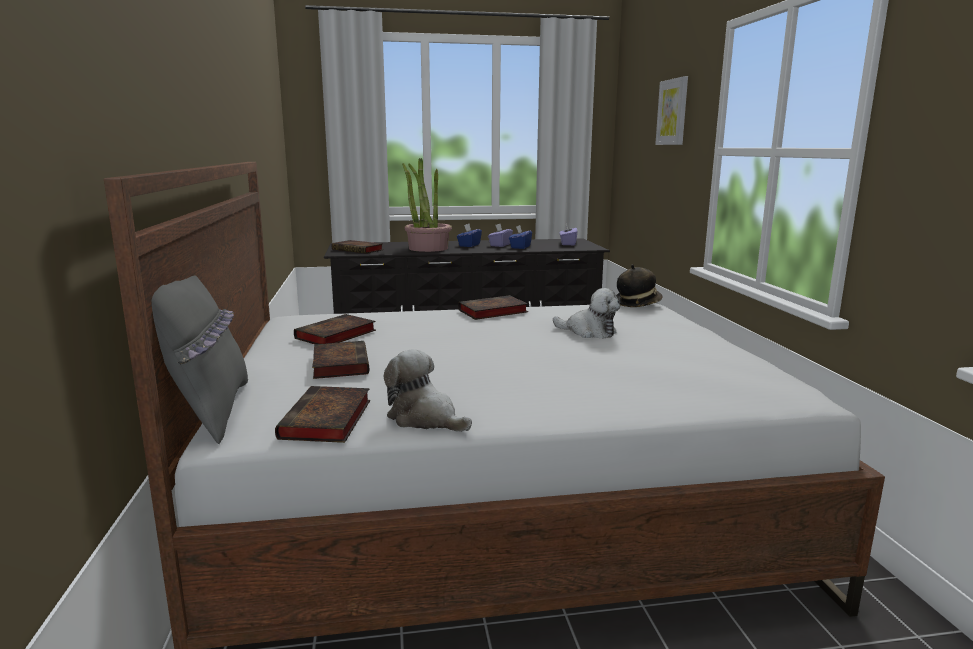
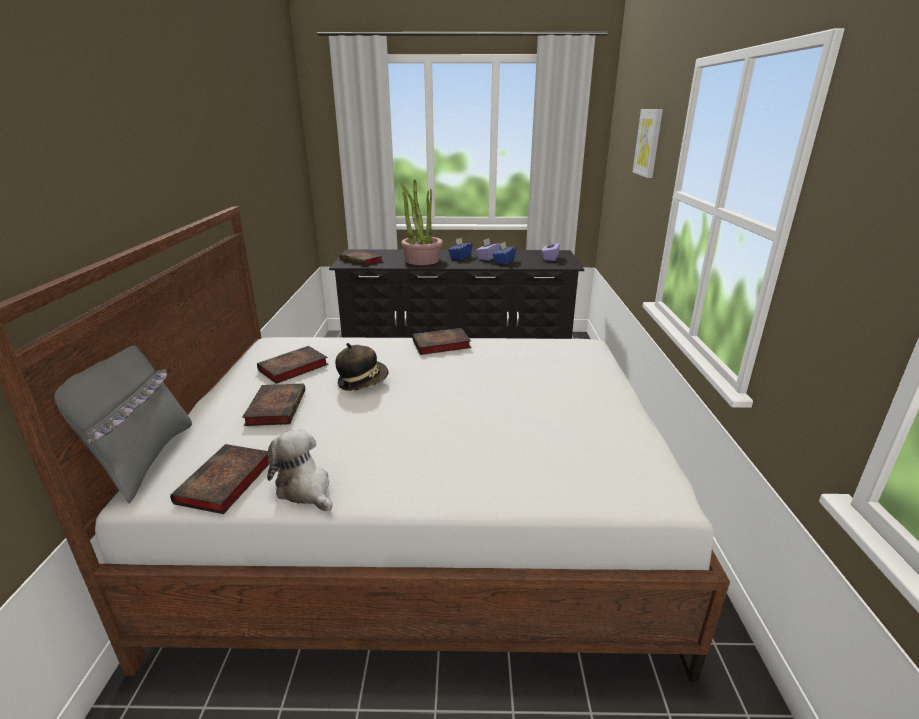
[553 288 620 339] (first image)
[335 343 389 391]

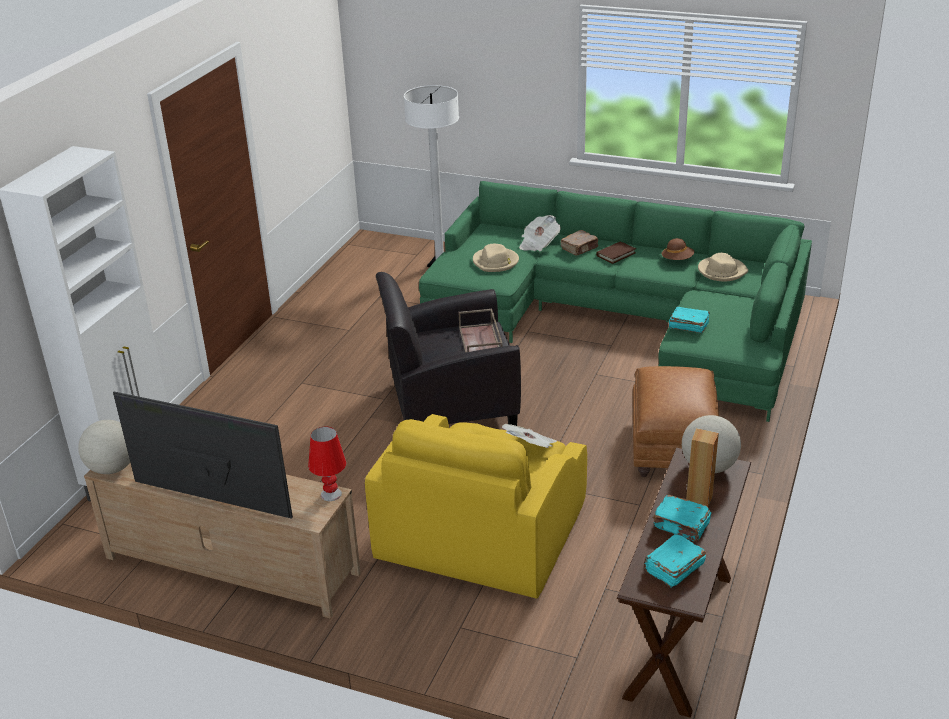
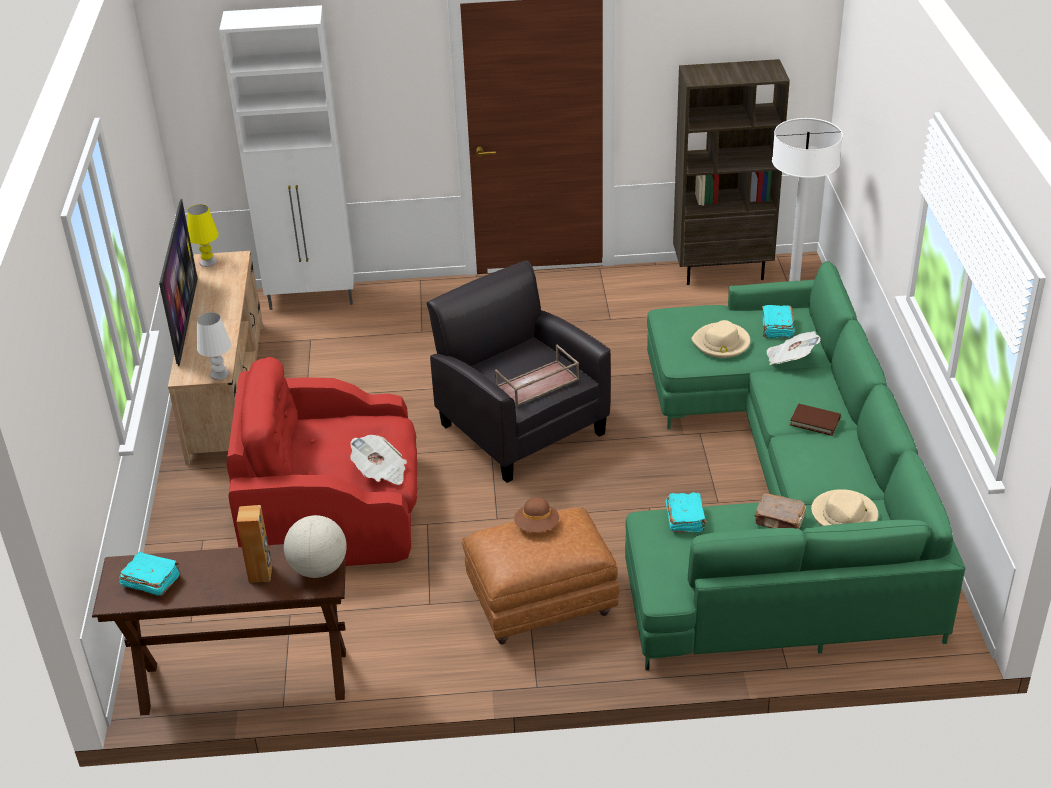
[673 59 790 285]
[755 493 806 529]
[762 305 795 338]
[514 497 559 532]
[187 204 218 267]
[197 312 231 380]
[226 357 417 566]

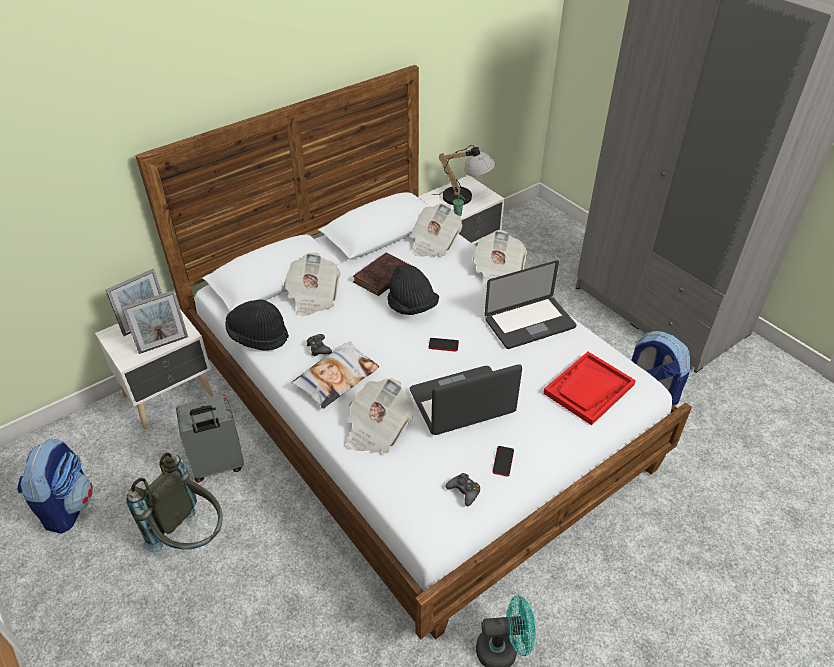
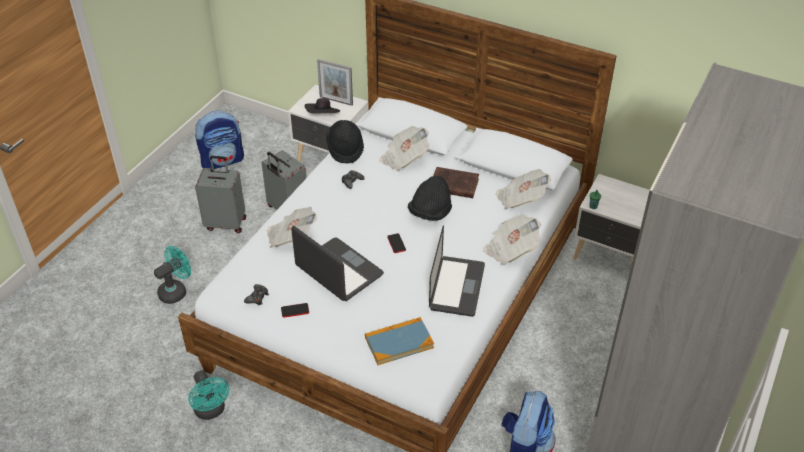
[291 341 380 409] (first image)
[432 145 495 205] (first image)
[154 246 191 304]
[305 98 340 114]
[195 156 246 233]
[365 317 434 365]
[429 225 485 317]

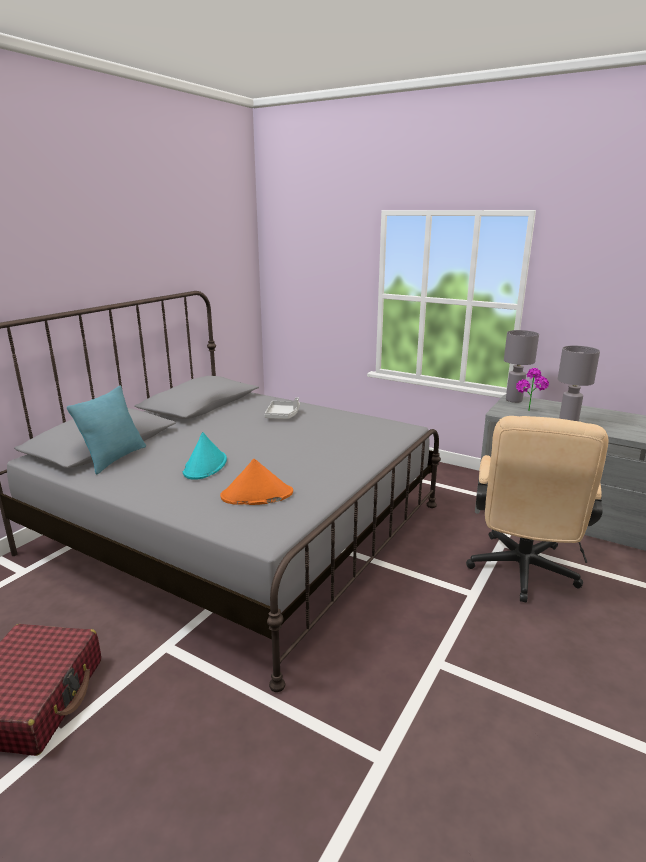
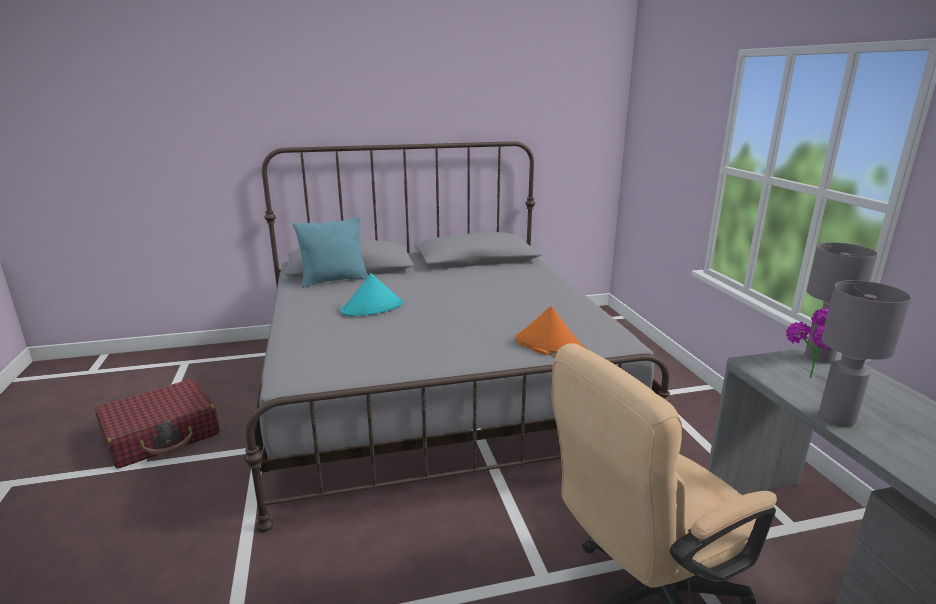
[265 397 300 419] (first image)
[516 306 586 356]

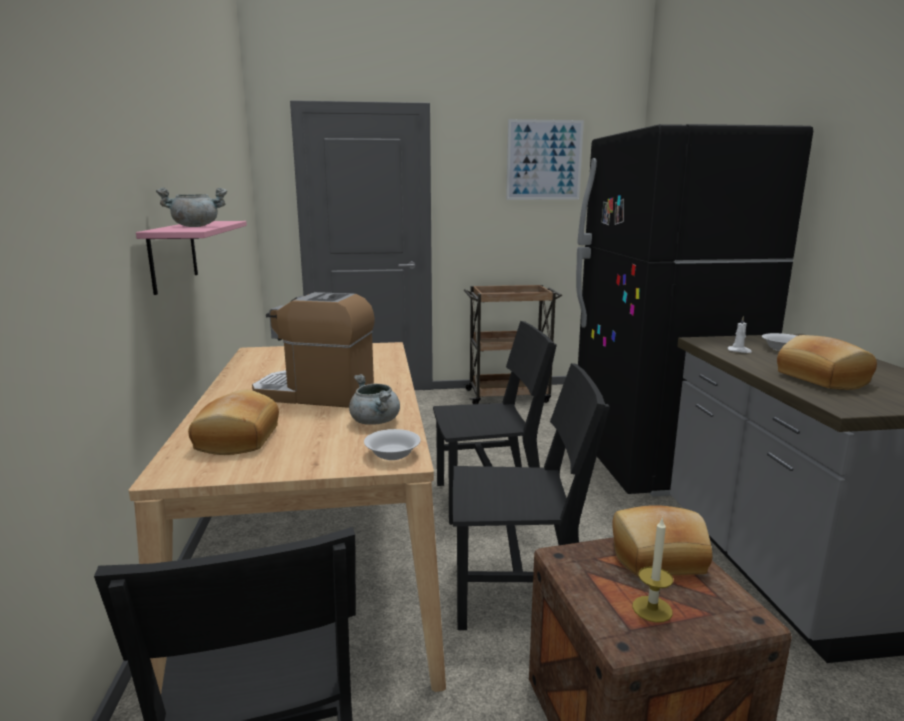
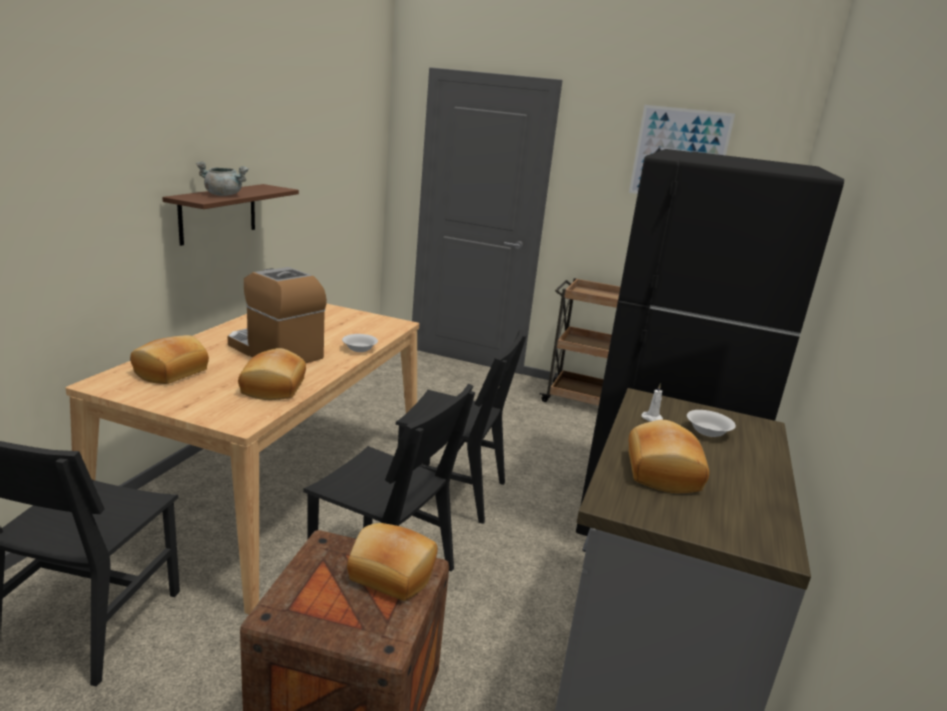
[632 517 673 623] (first image)
[342 334 378 352]
[238 348 306 400]
[162 184 299 246]

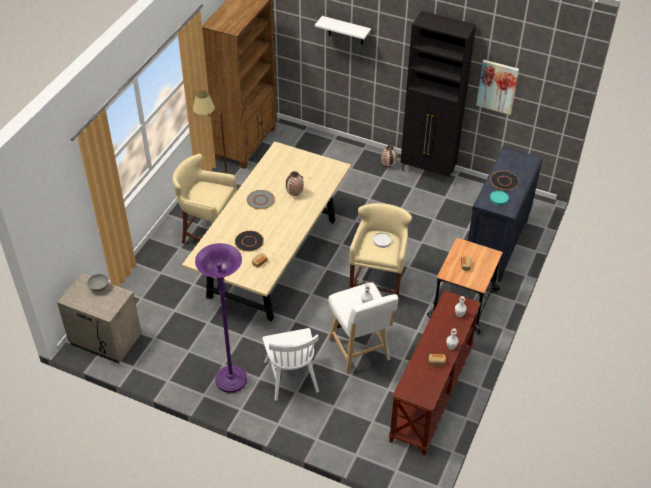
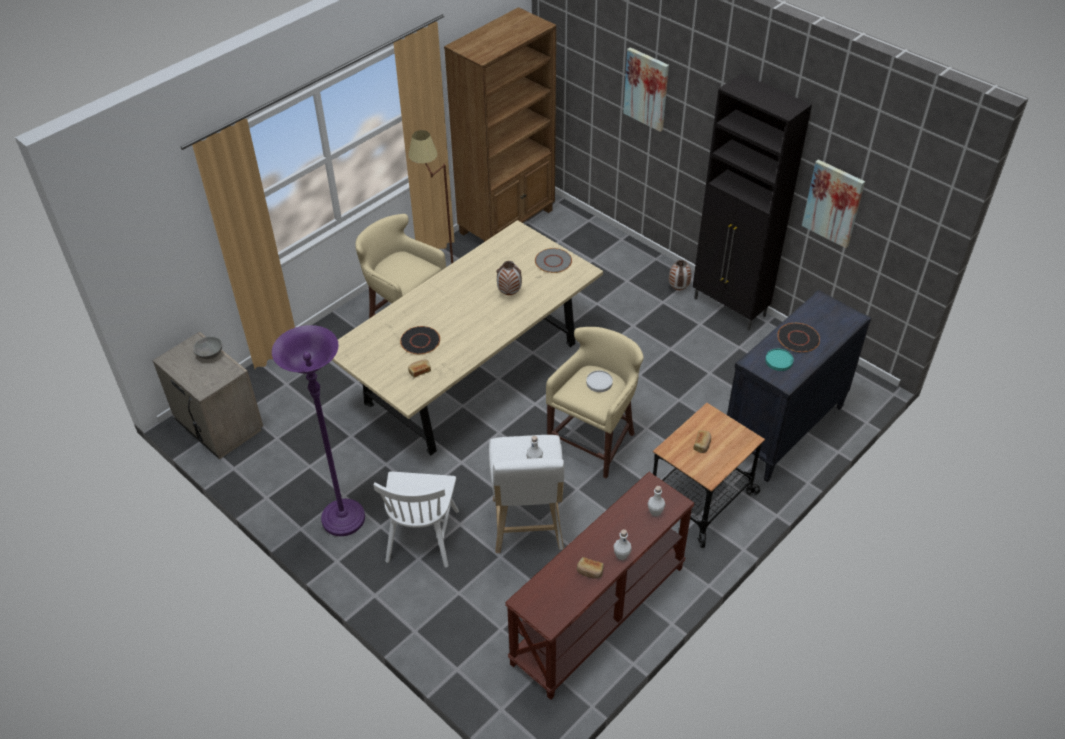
[535 248 572 273]
[623 47 669 132]

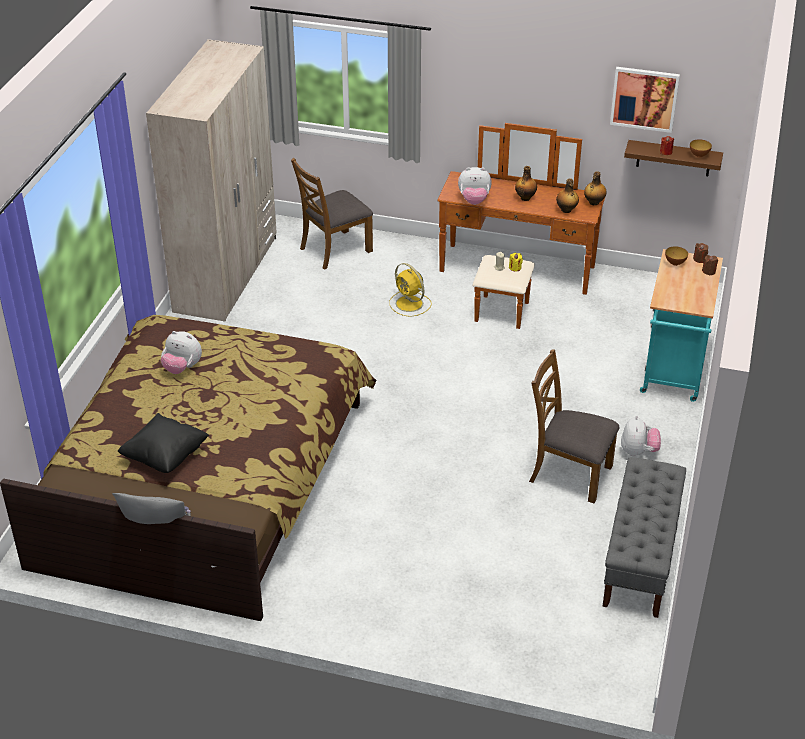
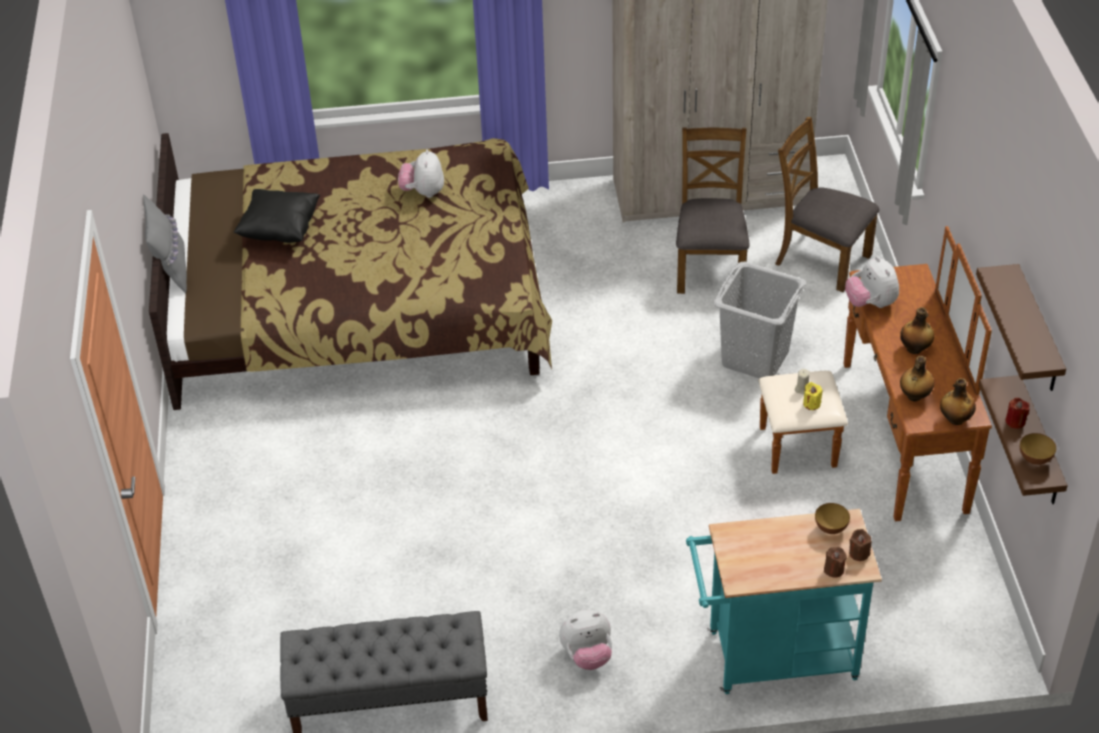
[676 127 750 294]
[713 262 807 378]
[976 264 1066 391]

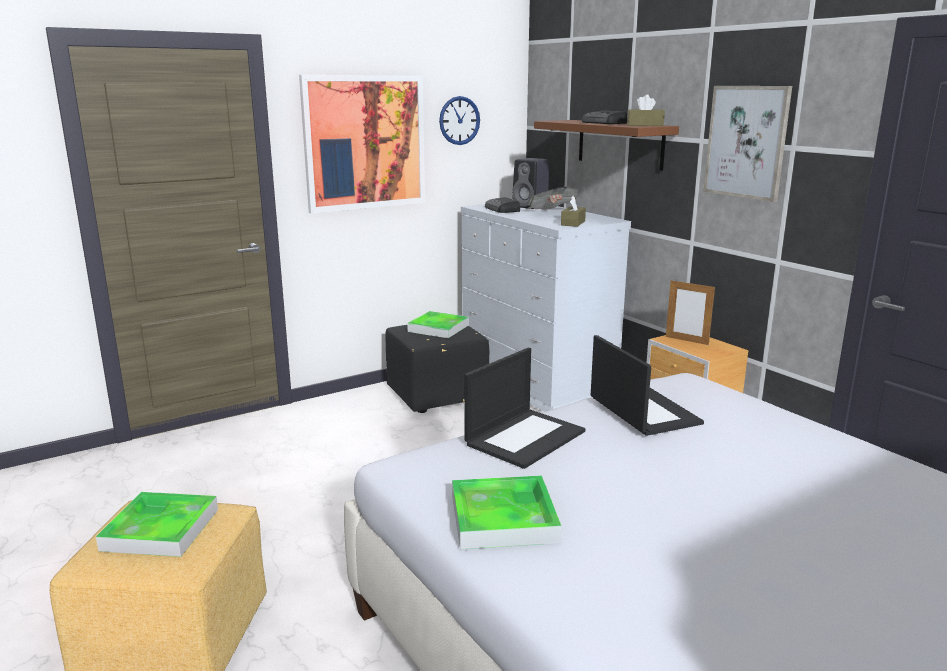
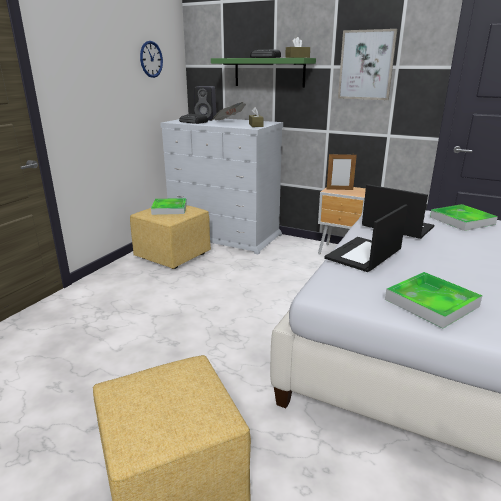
[299 75 425 214] (first image)
[430 204 498 231]
[130 205 211 269]
[211 58 316 88]
[324 204 408 272]

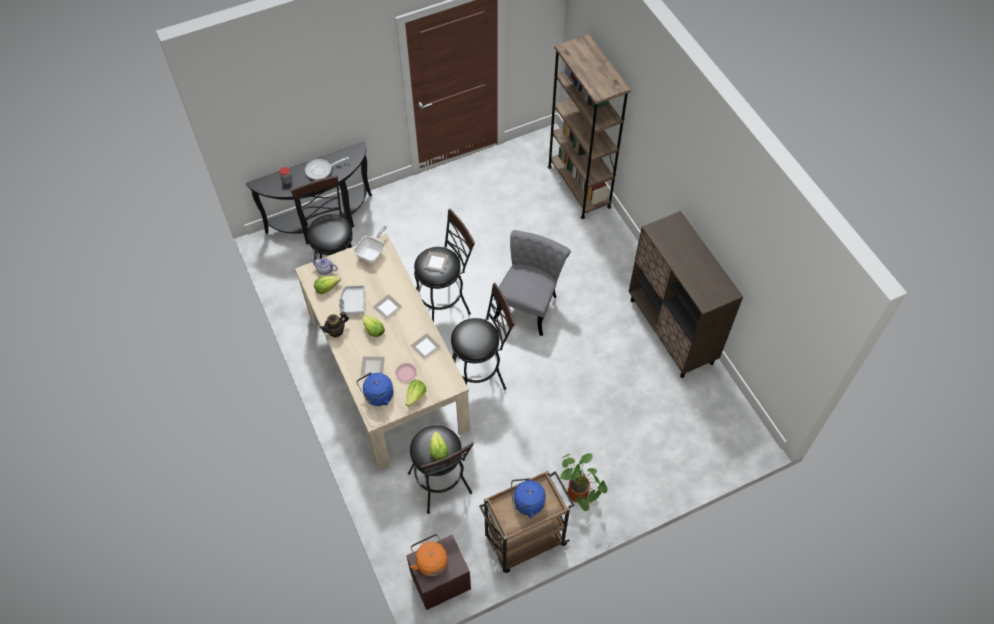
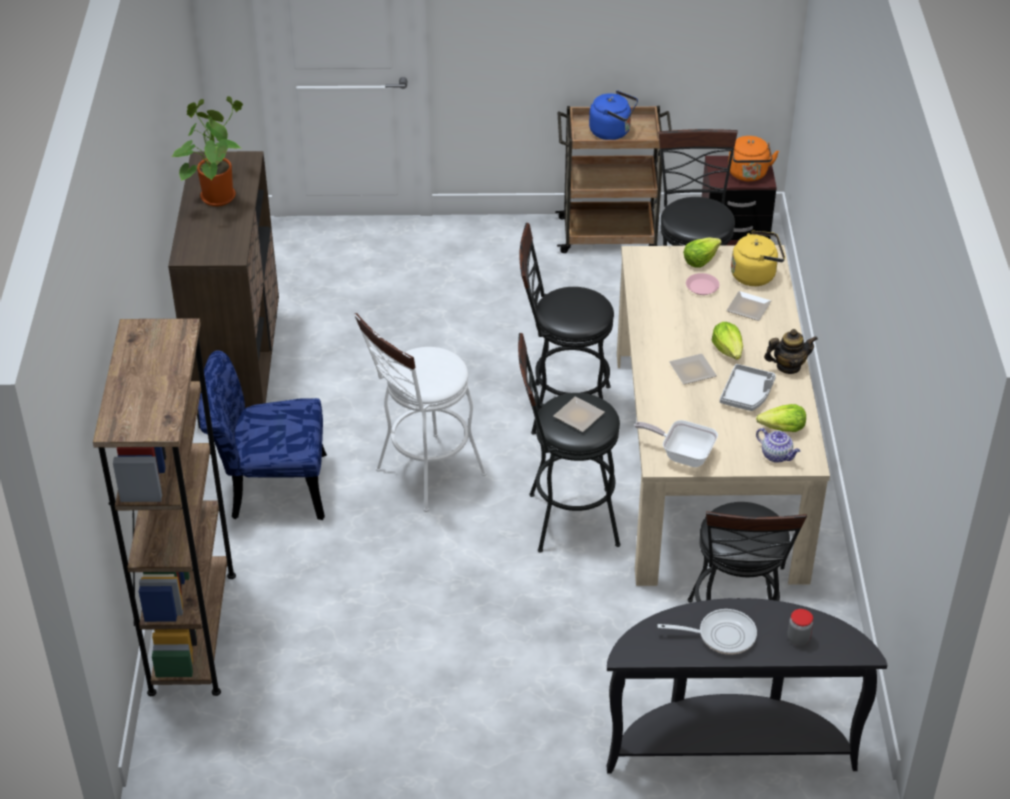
[411 333 441 359] (first image)
[430 431 449 460] (first image)
[198 350 327 520]
[171 96 243 206]
[354 313 486 512]
[731 231 785 286]
[634 420 718 467]

